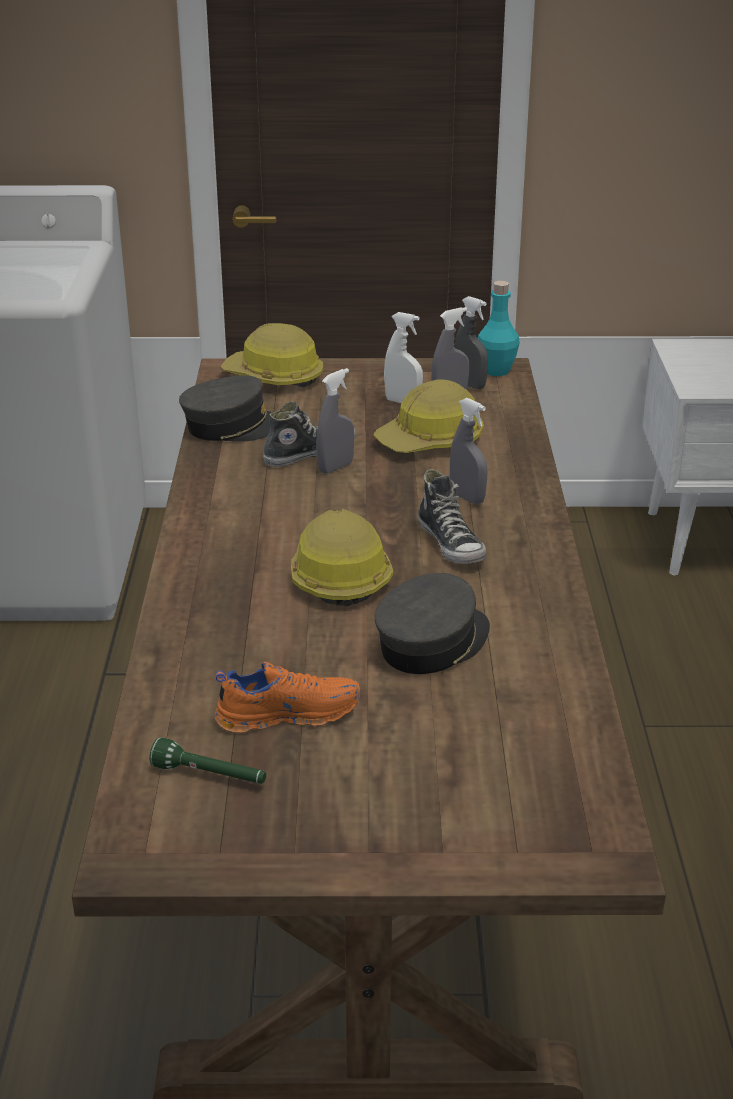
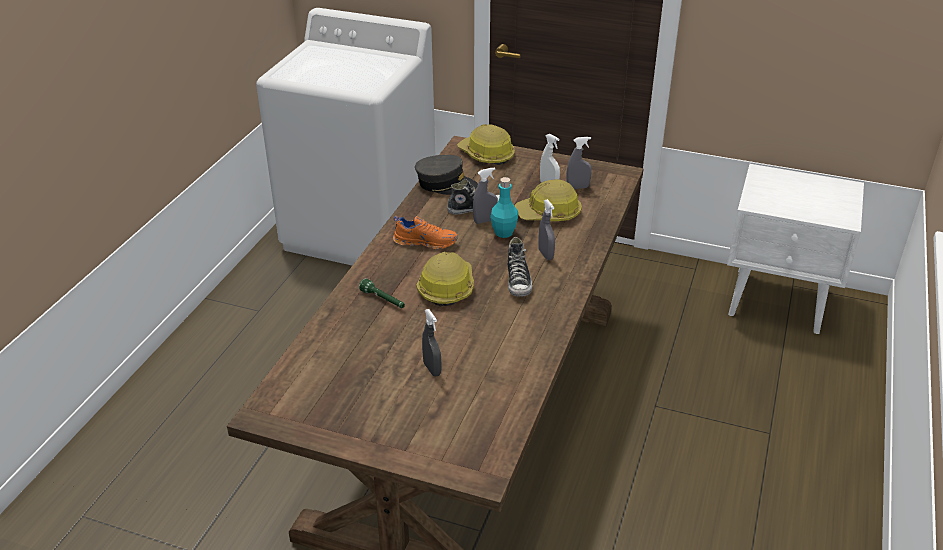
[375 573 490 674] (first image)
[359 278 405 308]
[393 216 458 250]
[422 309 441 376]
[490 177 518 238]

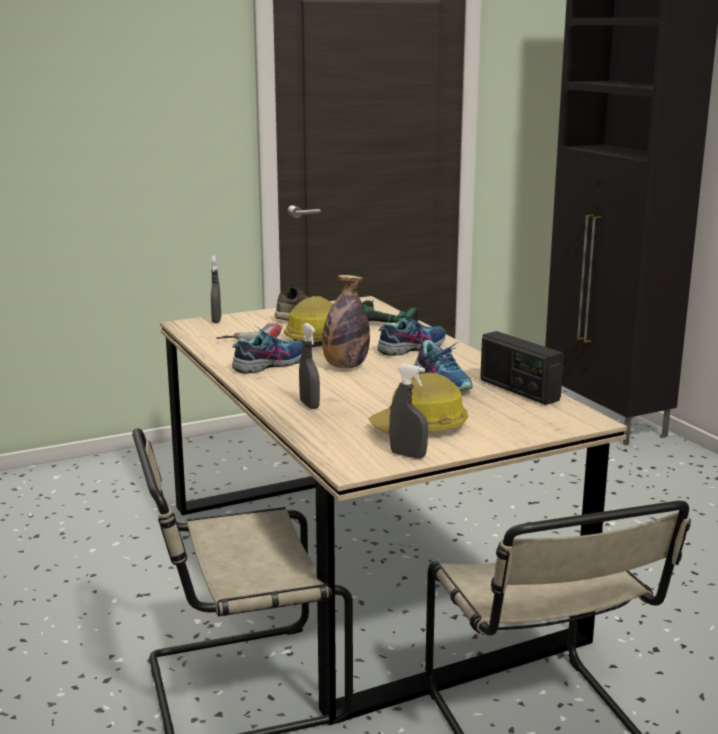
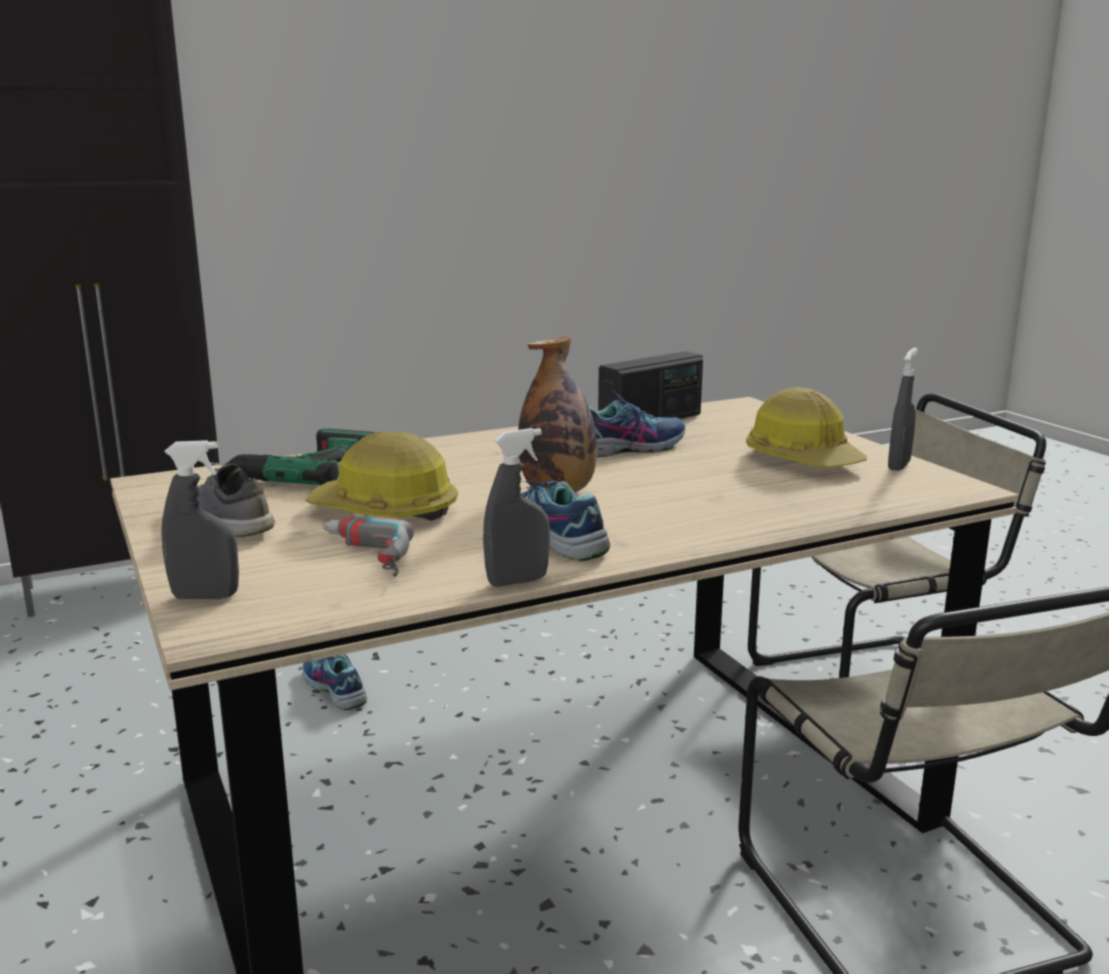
[483 428 550 587]
[302 654 367 710]

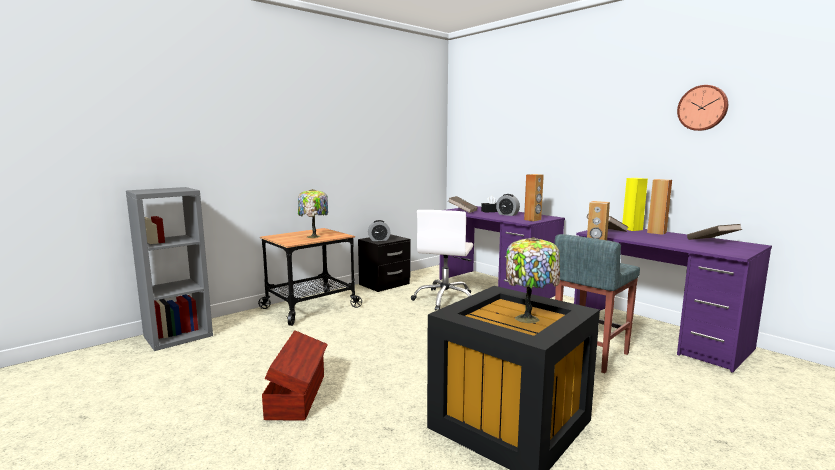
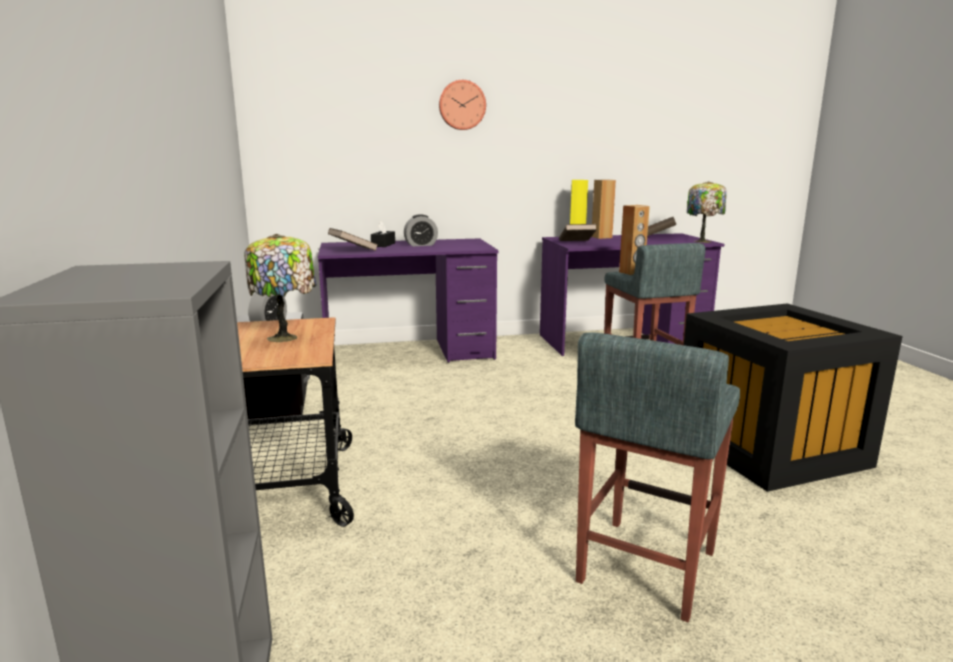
[411 210 473 311] (first image)
[524 174 544 221] (first image)
[687 181 727 243]
[439 80 486 130]
[575 332 740 622]

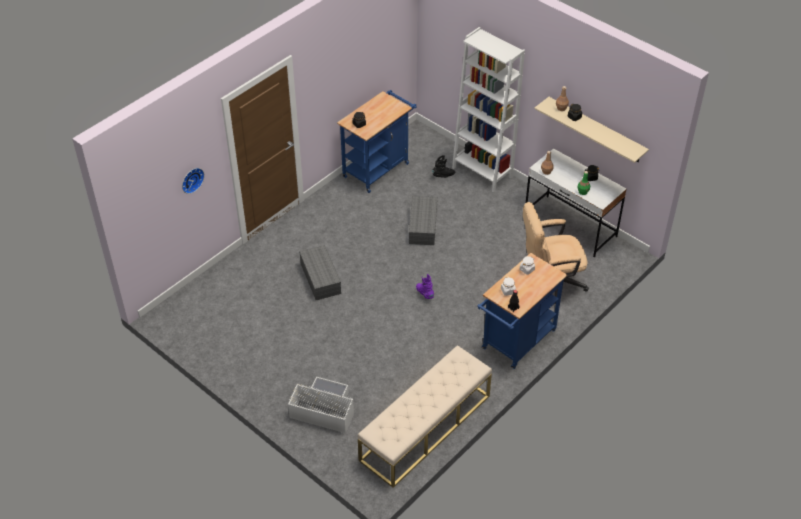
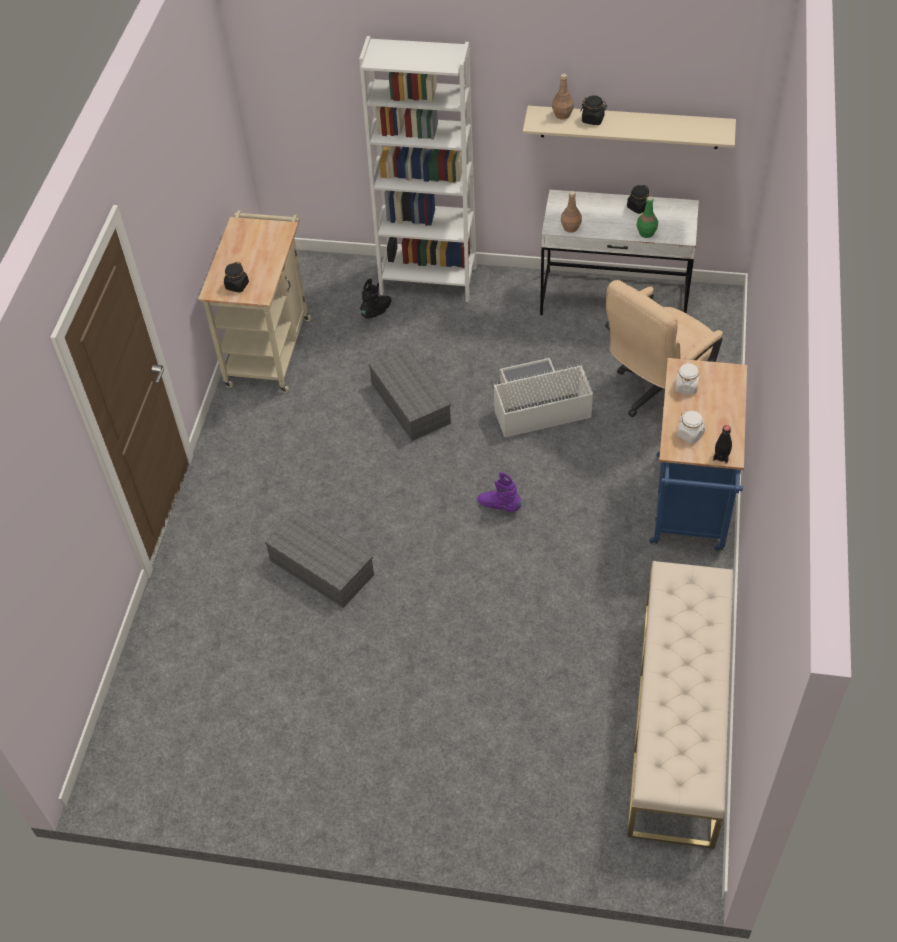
[182 168 204 194] (first image)
[494 358 593 437]
[198 210 311 393]

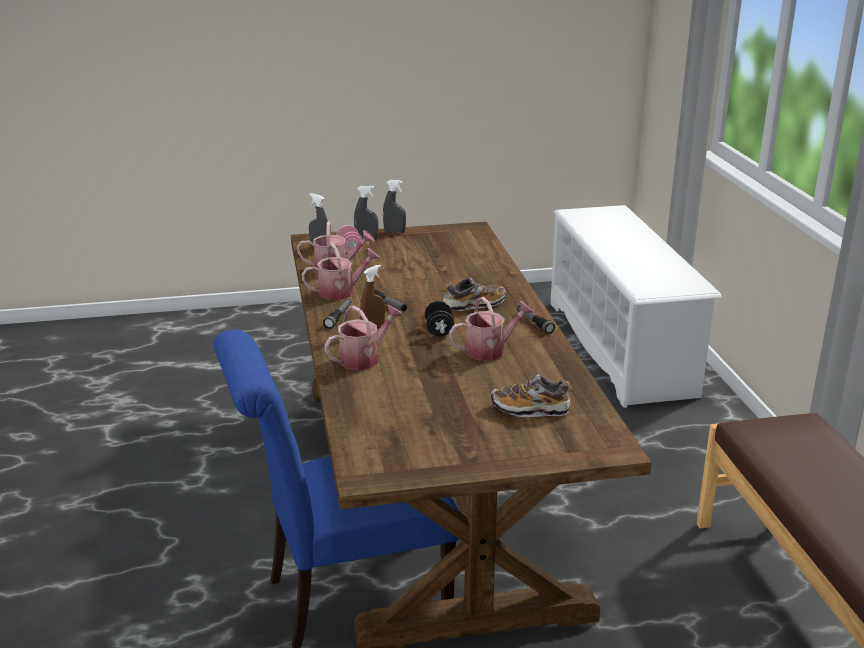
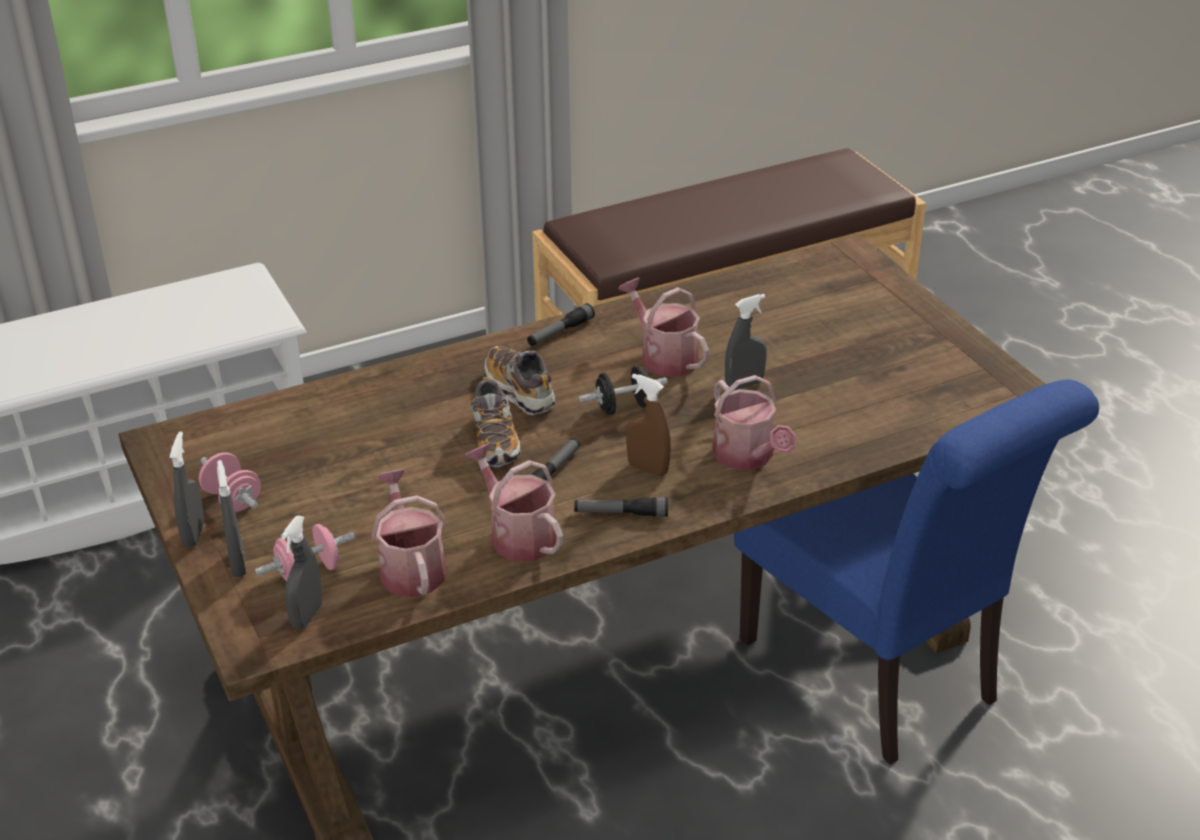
[199 452 261 512]
[725 294 767 390]
[471 377 521 468]
[713 375 796 470]

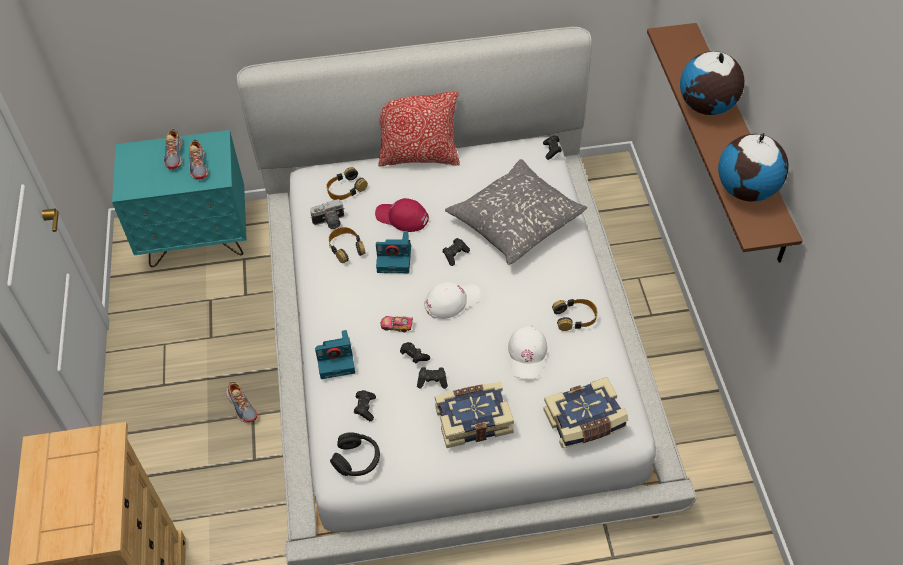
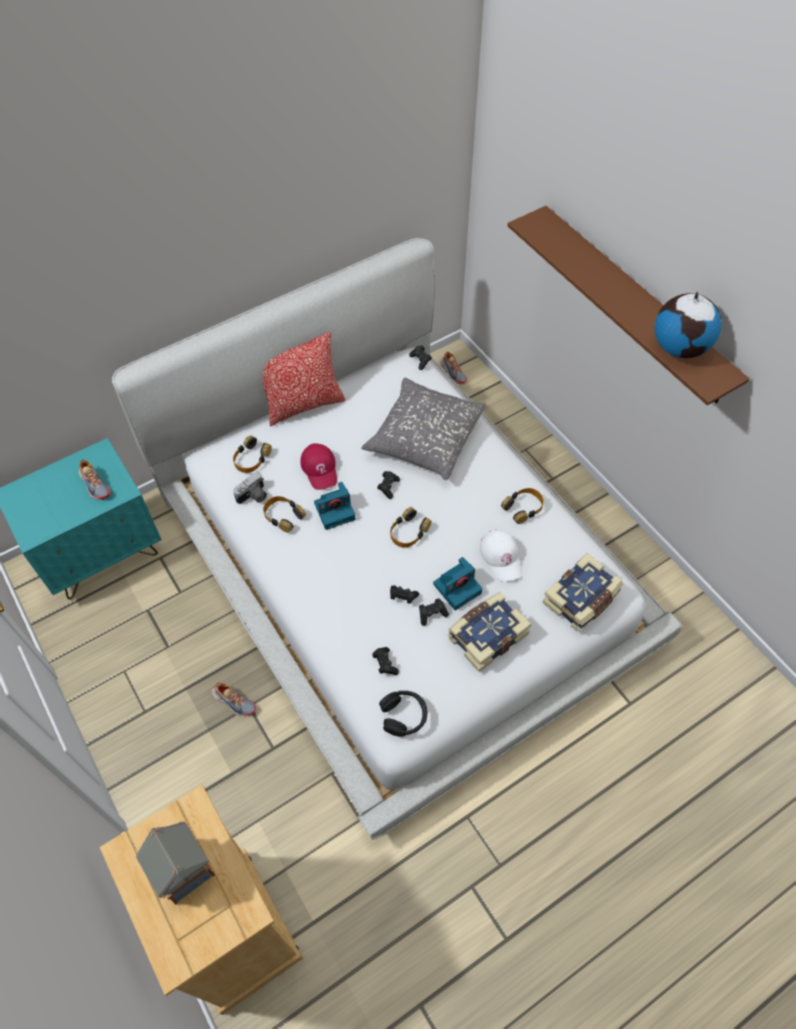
[380 316 413 332] (first image)
[680 51 744 115] (first image)
[136 821 215 905]
[440 352 467 384]
[433 557 482 611]
[390 507 431 548]
[300 443 337 490]

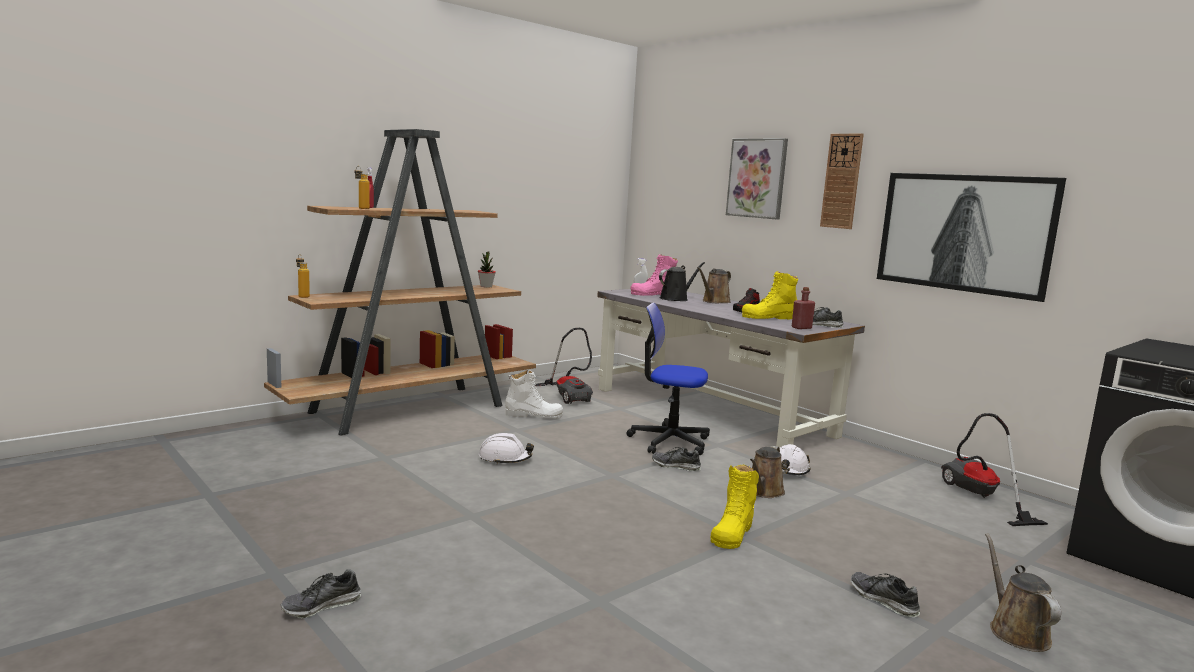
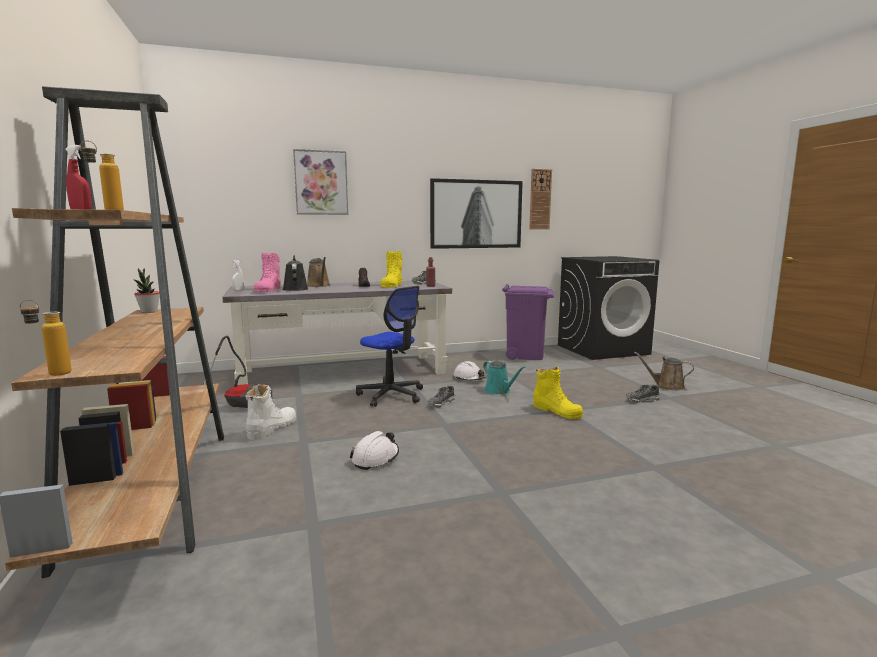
[281 569 361 618] (first image)
[529 169 552 230]
[502 284 554 360]
[483 361 525 395]
[356 286 423 407]

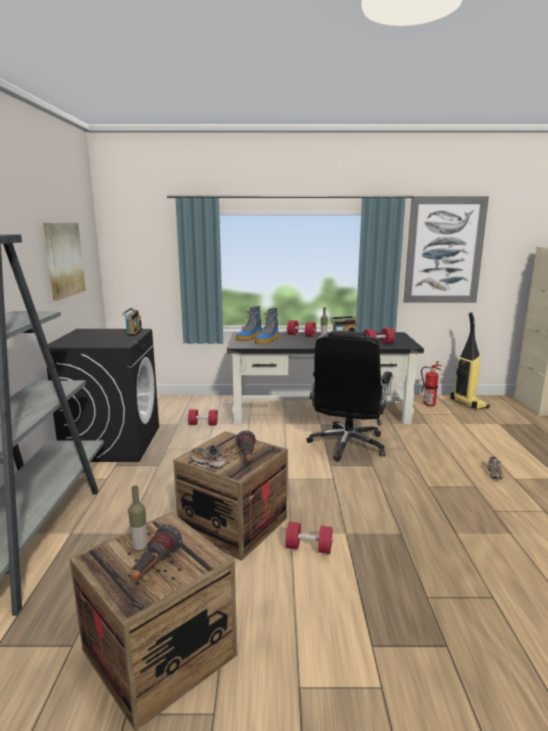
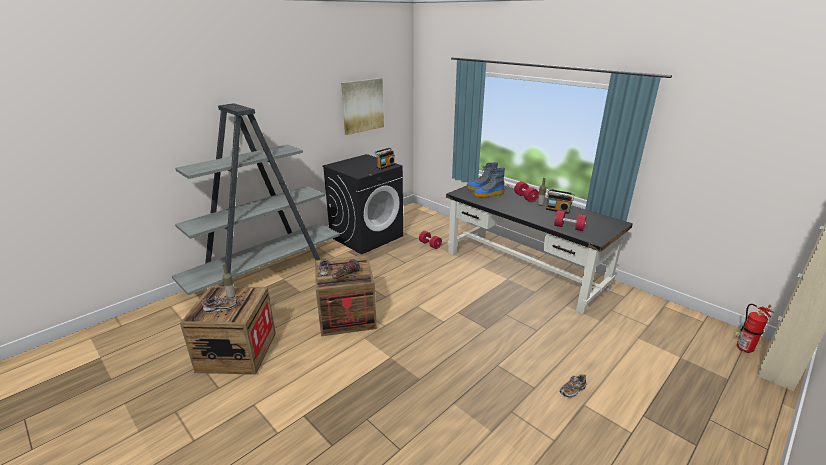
[285 522 333 554] (first image)
[306 331 392 462] (first image)
[403 196 489 303] (first image)
[450 312 490 410] (first image)
[735 304 774 353]
[201 296 237 313]

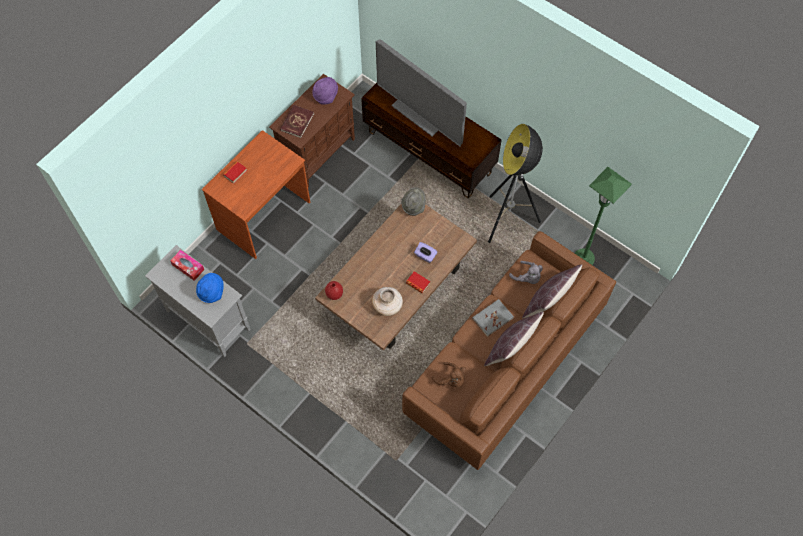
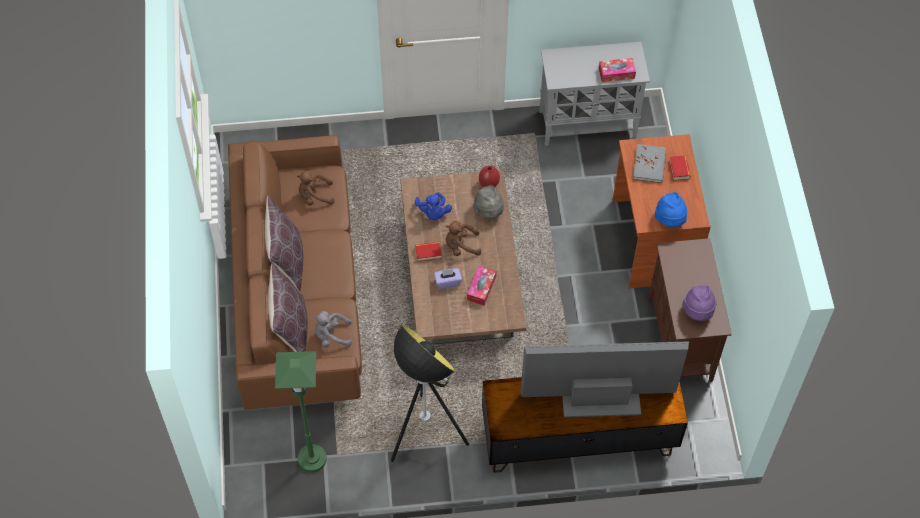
[280 105 314 138] (first image)
[446 221 481 256]
[467 266 496 306]
[655 192 687 227]
[473 185 504 218]
[633 144 666 183]
[415 192 452 220]

